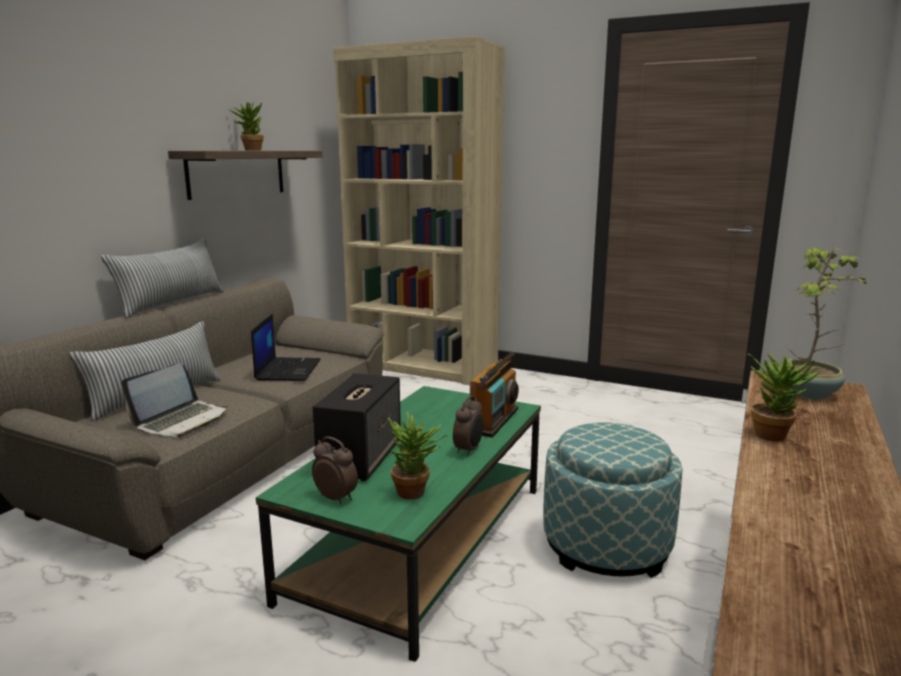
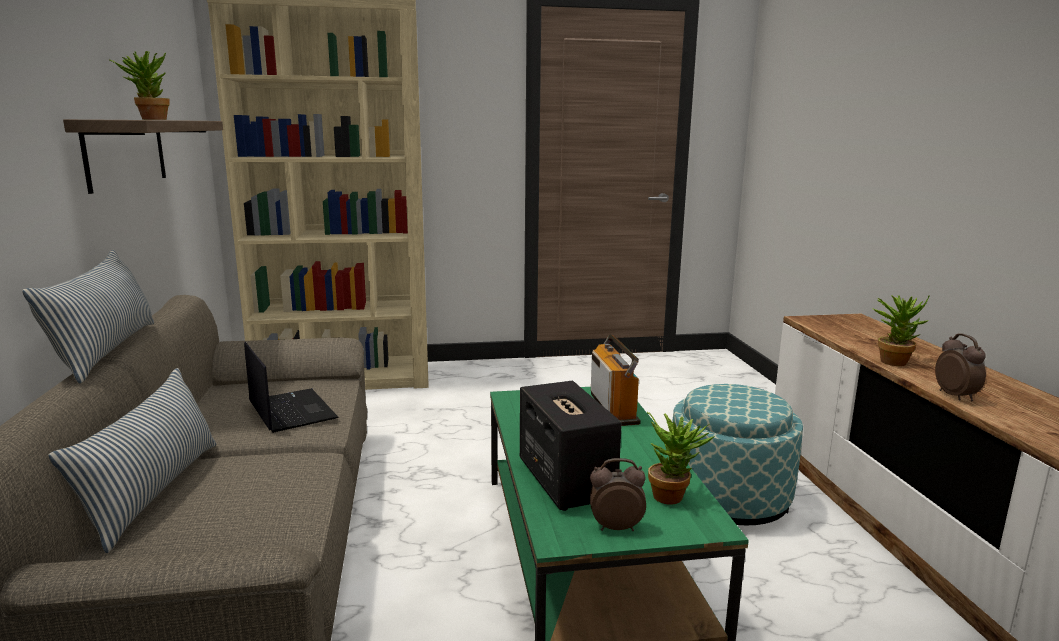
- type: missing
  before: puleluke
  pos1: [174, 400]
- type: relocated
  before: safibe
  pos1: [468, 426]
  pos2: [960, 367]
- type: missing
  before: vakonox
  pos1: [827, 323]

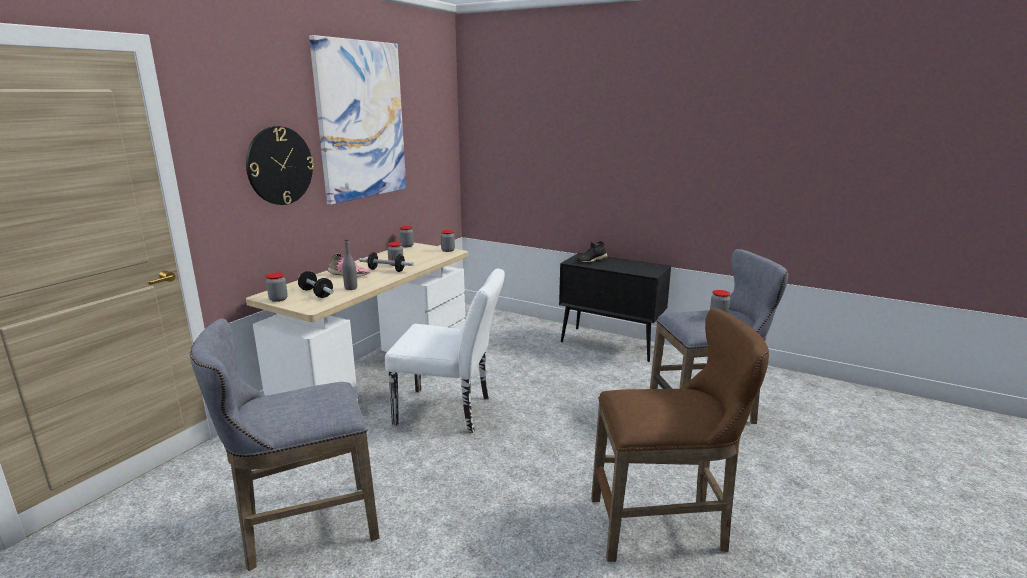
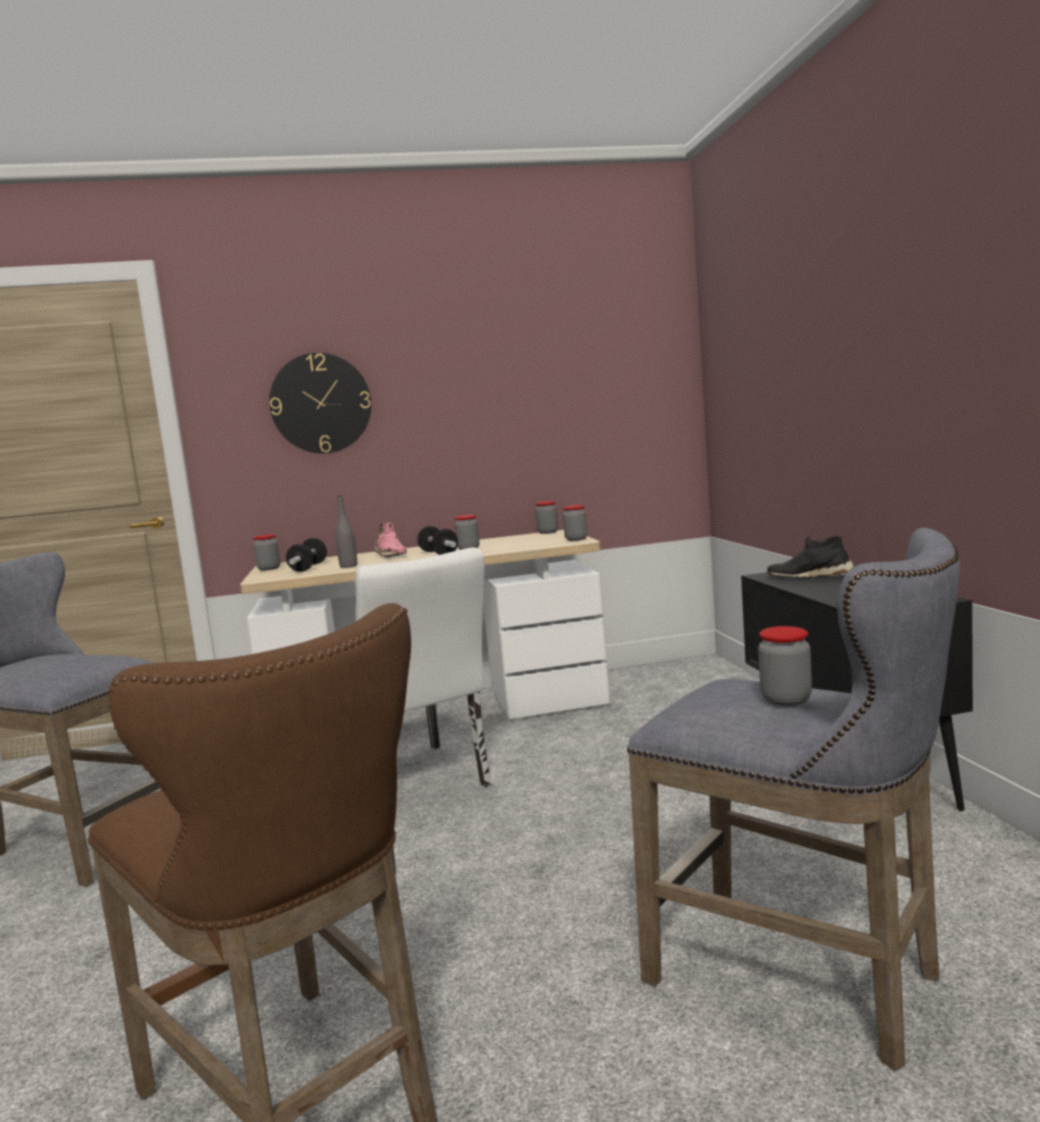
- type: missing
  before: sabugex
  pos1: [357, 120]

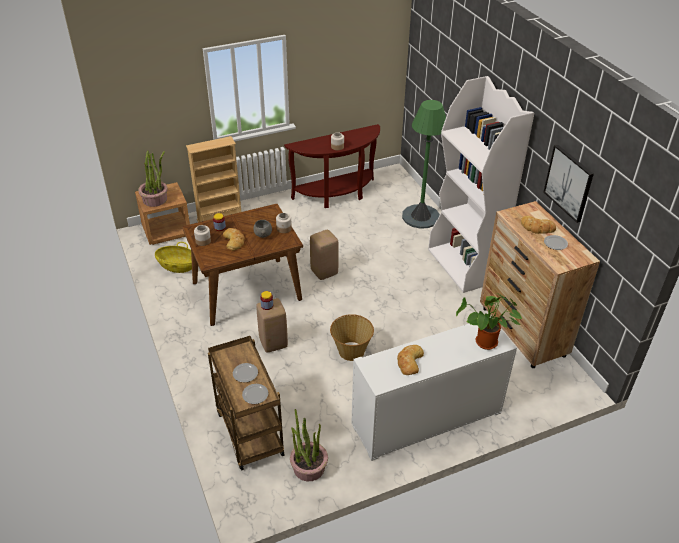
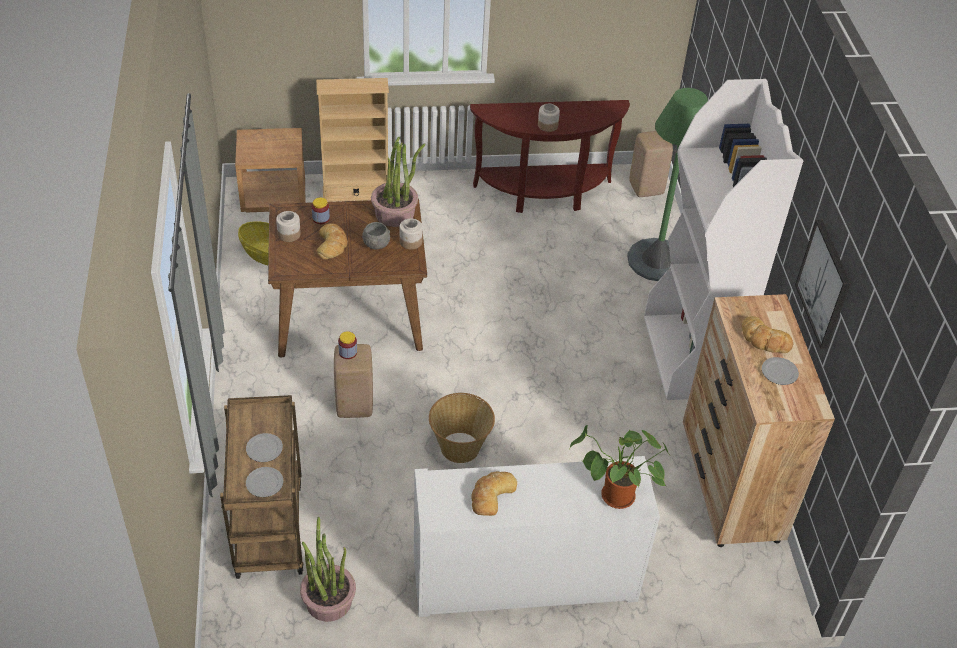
- type: relocated
  before: vakonox
  pos1: [153, 178]
  pos2: [398, 182]
- type: relocated
  before: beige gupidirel
  pos1: [324, 255]
  pos2: [651, 164]

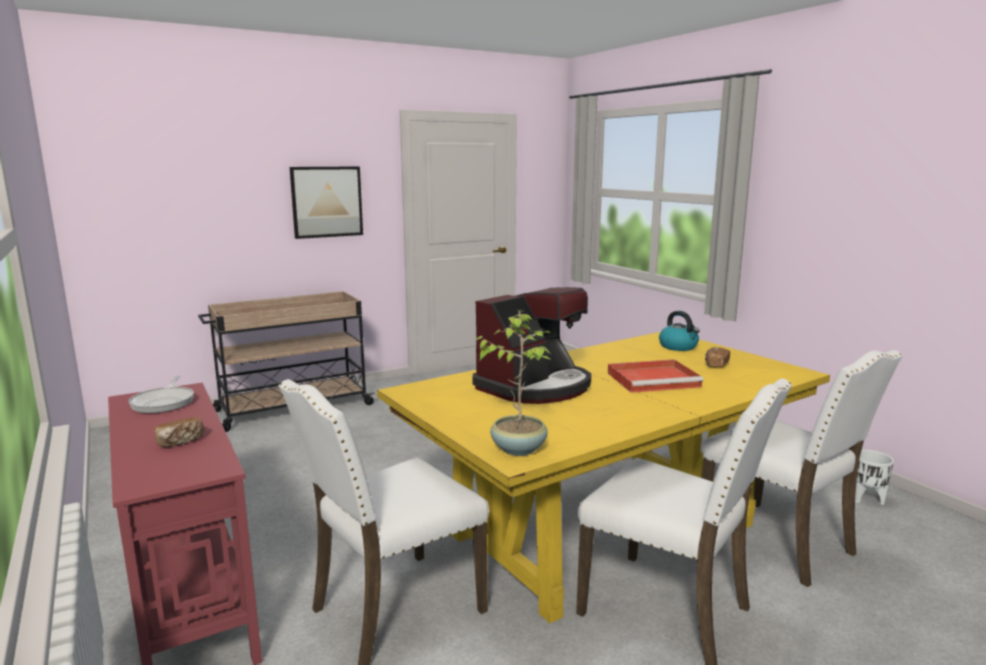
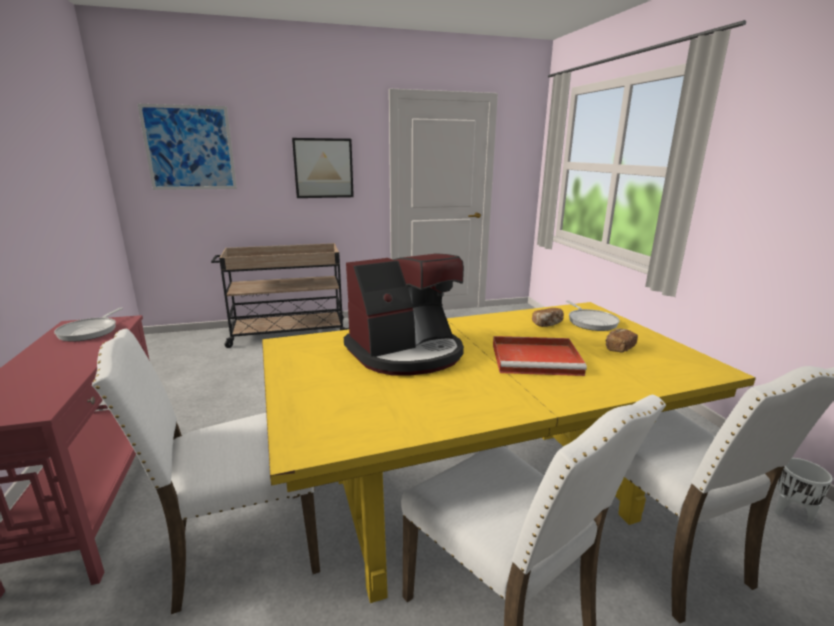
- type: relocated
  before: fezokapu
  pos1: [179, 432]
  pos2: [548, 317]
- type: missing
  before: vakonox
  pos1: [513, 383]
- type: exchanged
  before: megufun
  after: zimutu
  pos1: [679, 331]
  pos2: [593, 315]
- type: appeared
  after: sabugex
  pos2: [187, 147]

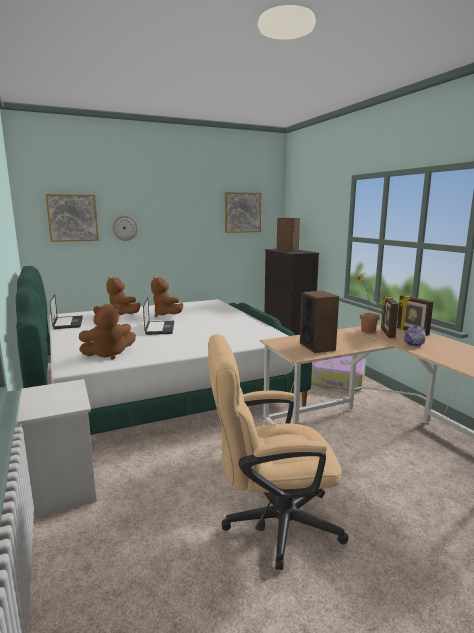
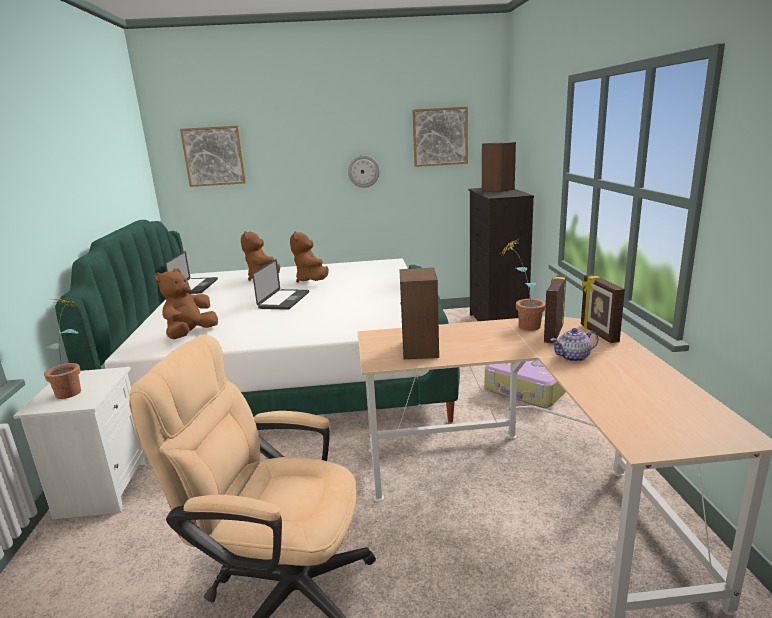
- type: spun
  before: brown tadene
  pos1: [107, 332]
  pos2: [186, 303]
  turn: 120
- type: relocated
  before: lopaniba
  pos1: [125, 228]
  pos2: [364, 171]
- type: appeared
  after: vakonox
  pos2: [62, 349]

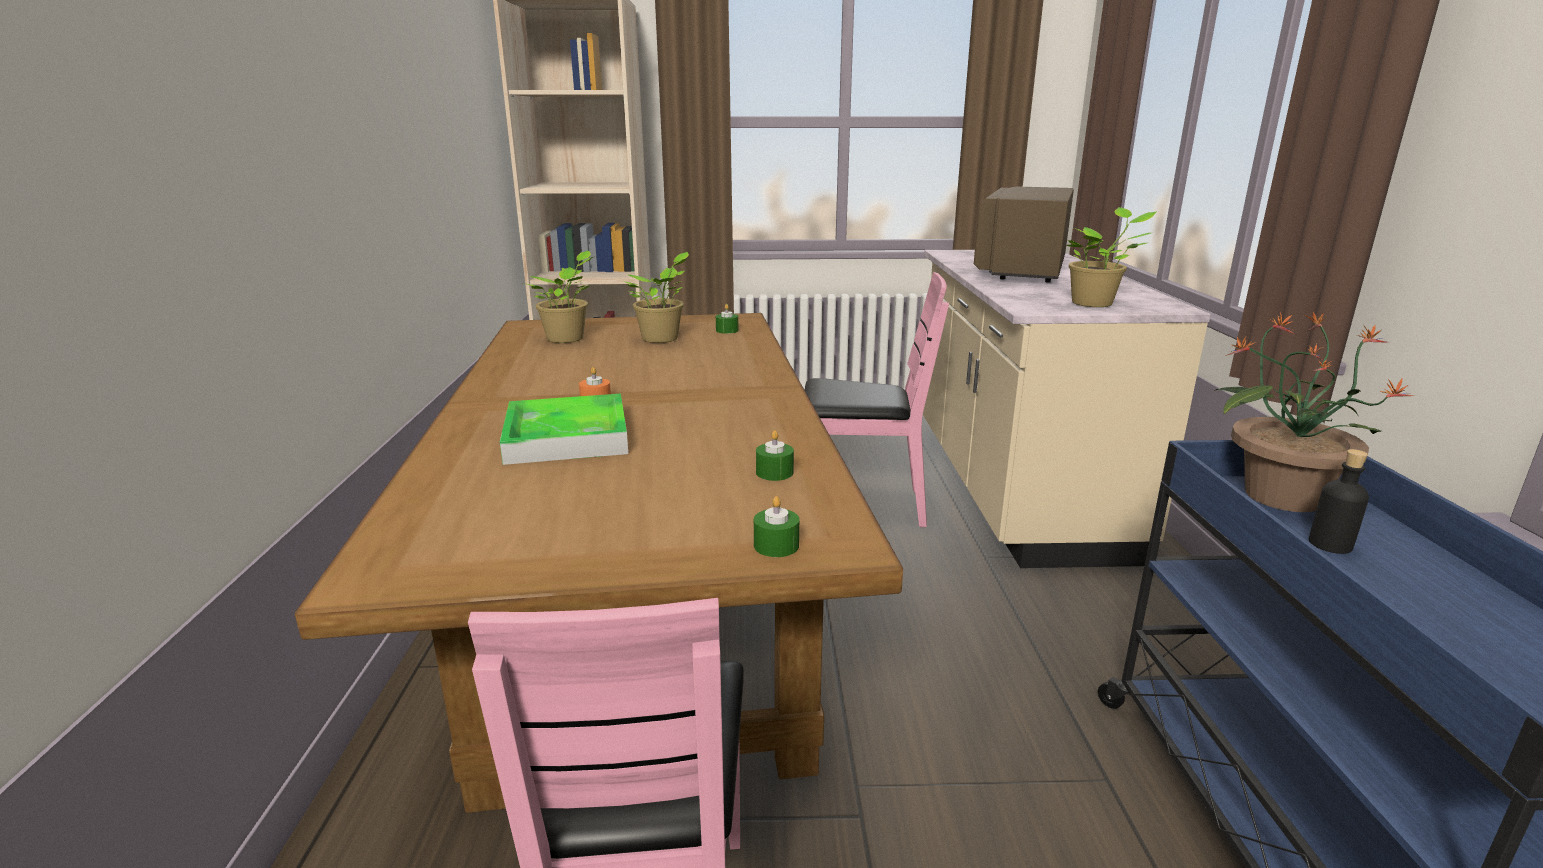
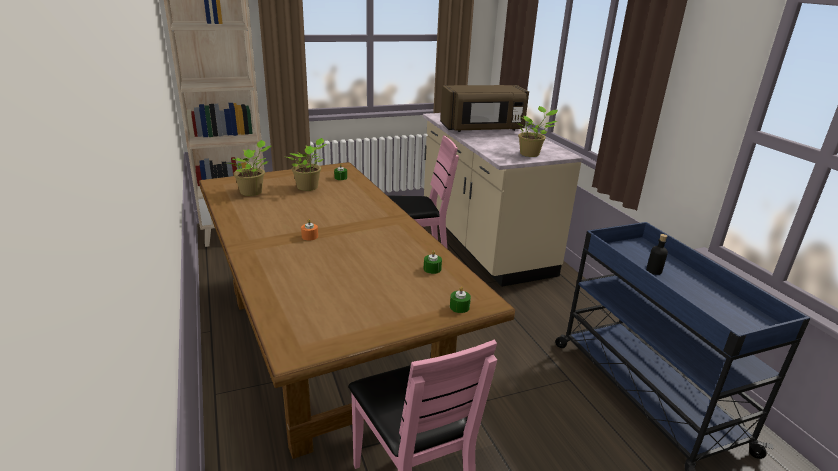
- type: missing
  before: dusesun
  pos1: [564, 429]
- type: spun
  before: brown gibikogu
  pos1: [1024, 234]
  pos2: [484, 108]
  turn: -105
- type: missing
  before: vakonox
  pos1: [1314, 412]

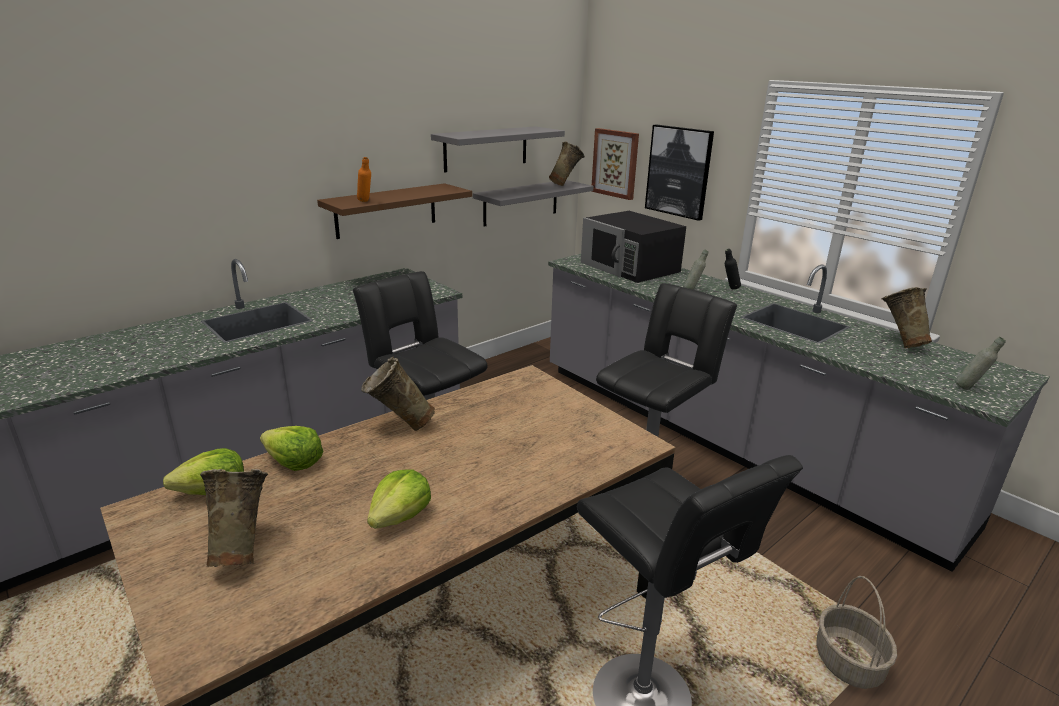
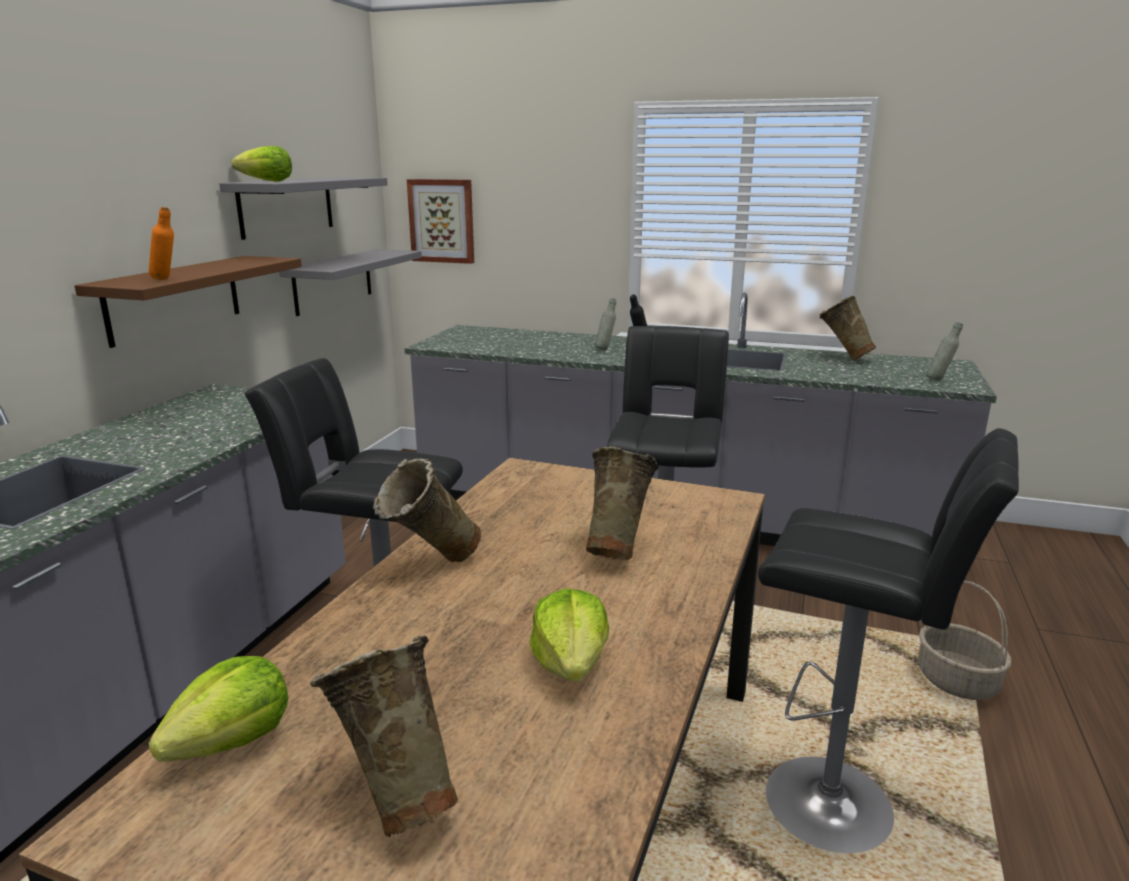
- type: relocated
  before: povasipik
  pos1: [291, 448]
  pos2: [262, 163]
- type: relocated
  before: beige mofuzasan
  pos1: [567, 163]
  pos2: [622, 503]
- type: missing
  before: black gibikogu
  pos1: [633, 247]
- type: missing
  before: sabugex
  pos1: [679, 173]

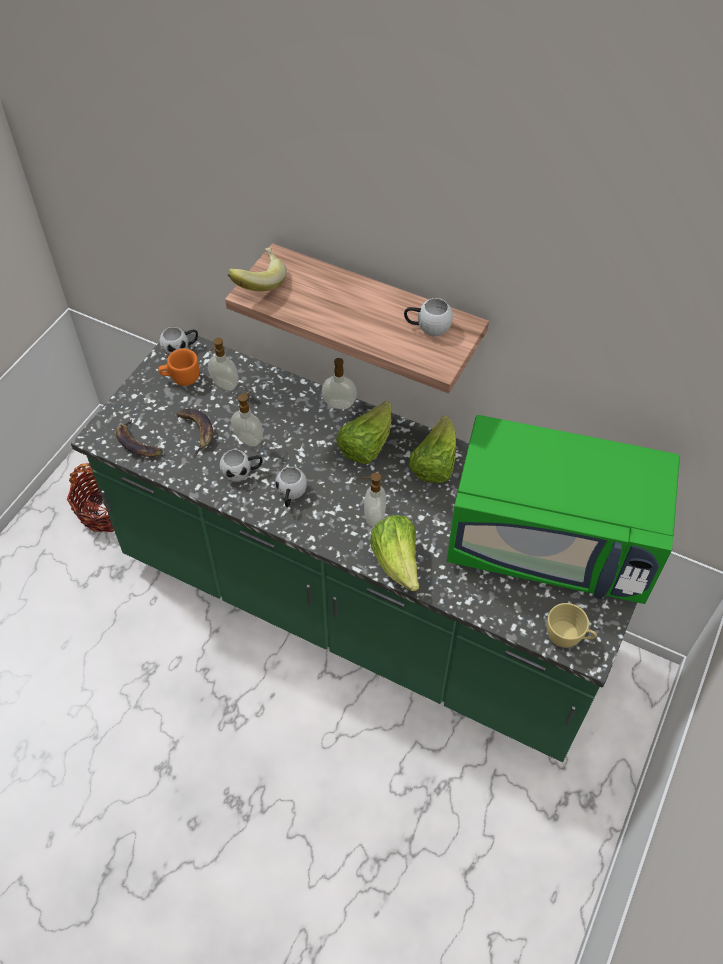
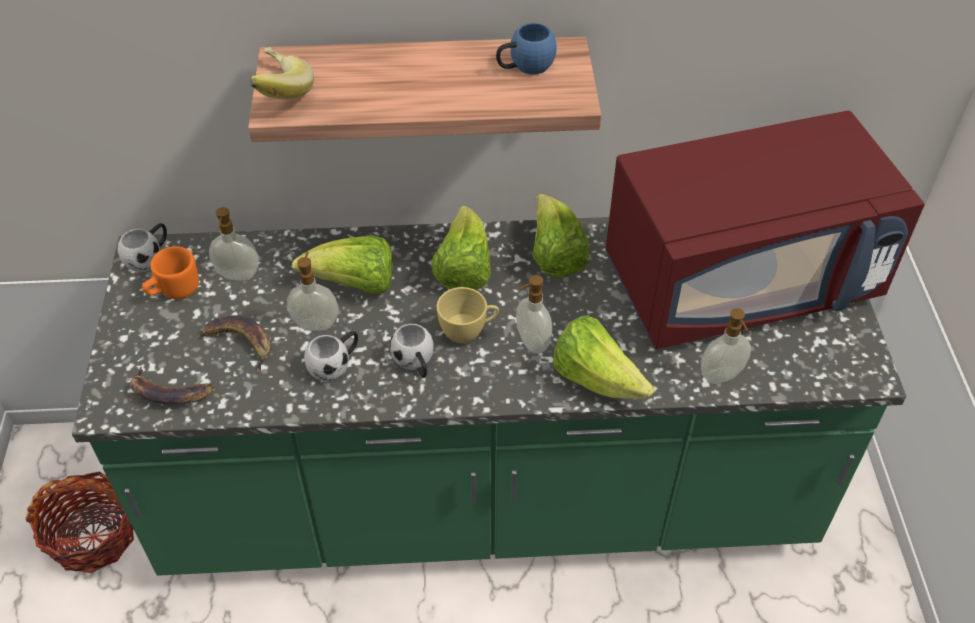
- type: relocated
  before: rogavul
  pos1: [339, 383]
  pos2: [726, 346]
- type: colour
  before: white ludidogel
  after: blue ludidogel
  pos1: [428, 317]
  pos2: [526, 48]
- type: colour
  before: green gibikogu
  after: red gibikogu
  pos1: [563, 509]
  pos2: [765, 230]
- type: relocated
  before: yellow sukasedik
  pos1: [572, 625]
  pos2: [468, 315]
- type: appeared
  after: povasipik
  pos2: [342, 264]

